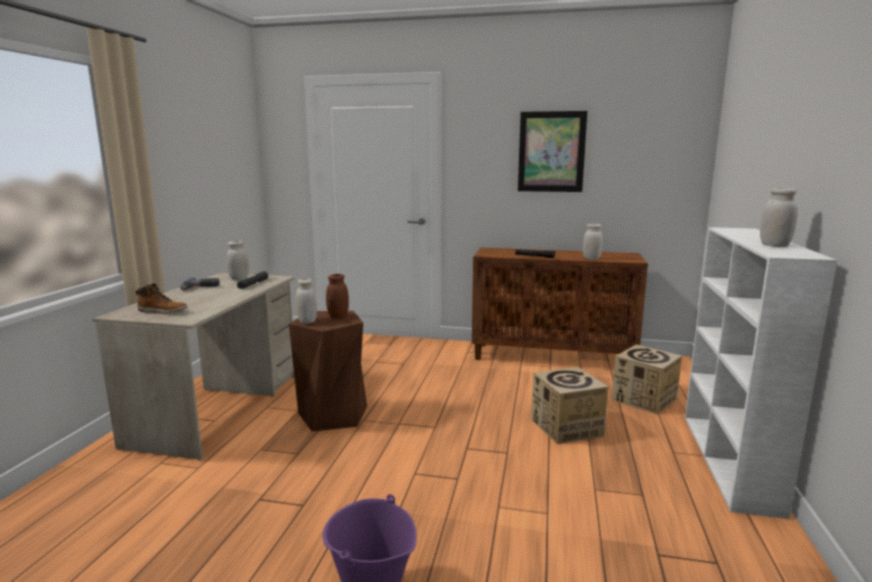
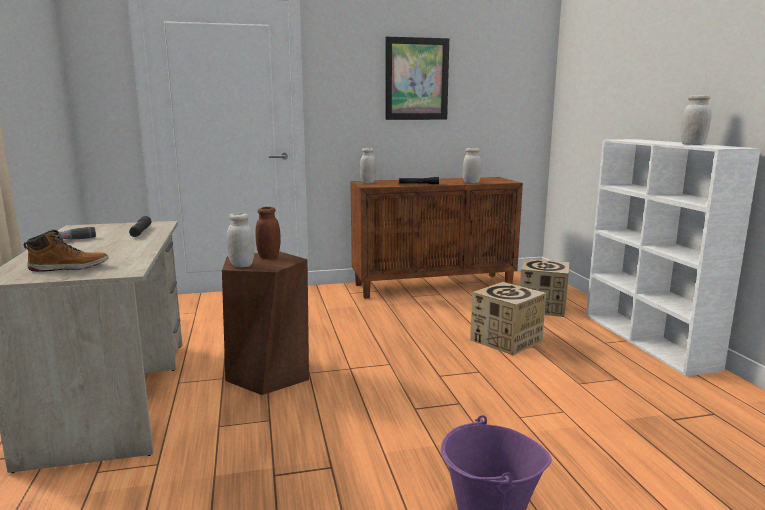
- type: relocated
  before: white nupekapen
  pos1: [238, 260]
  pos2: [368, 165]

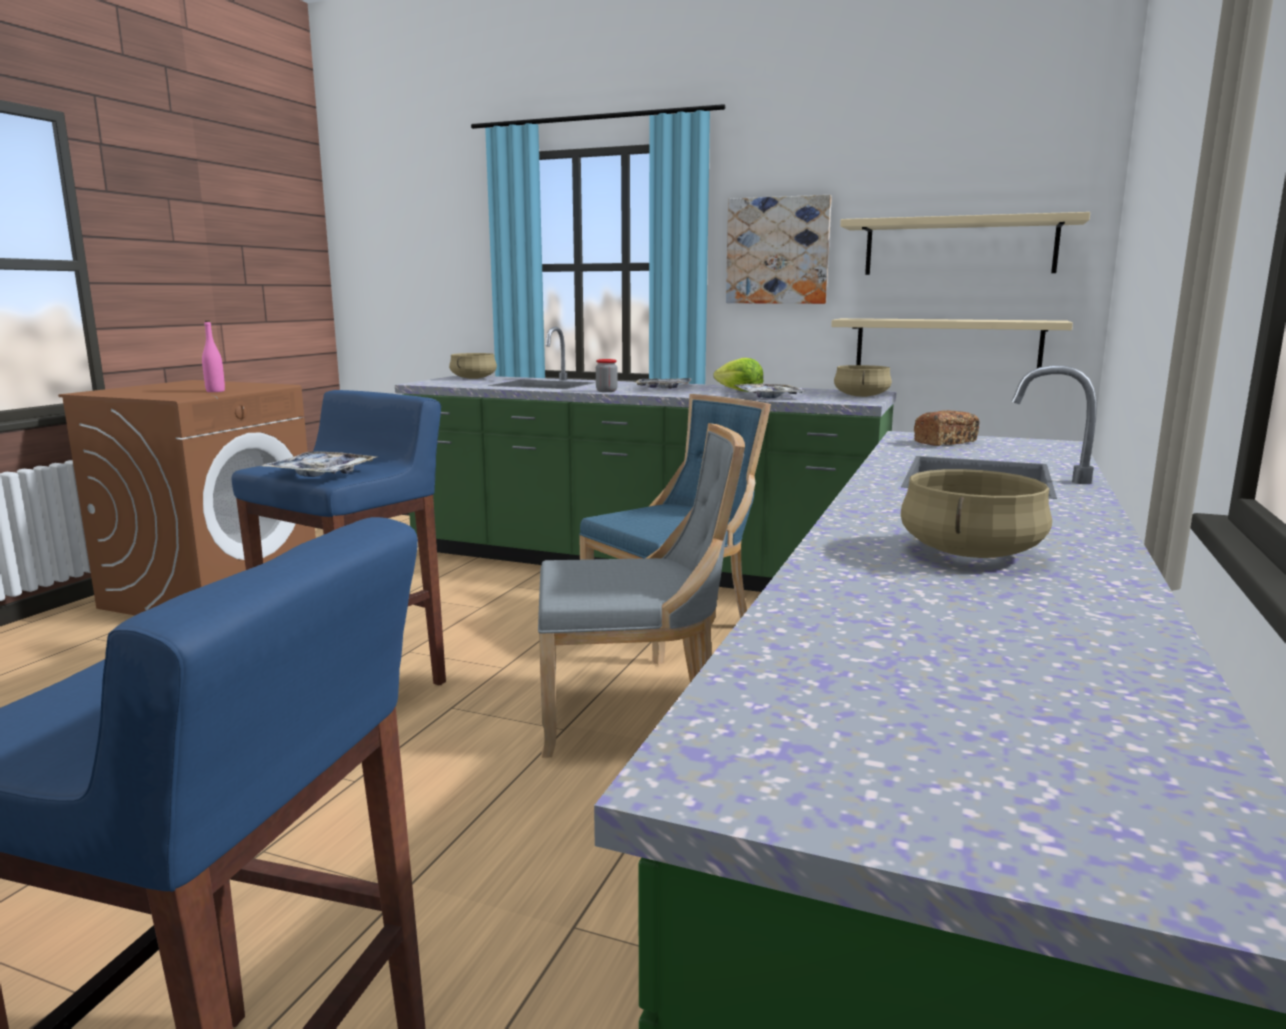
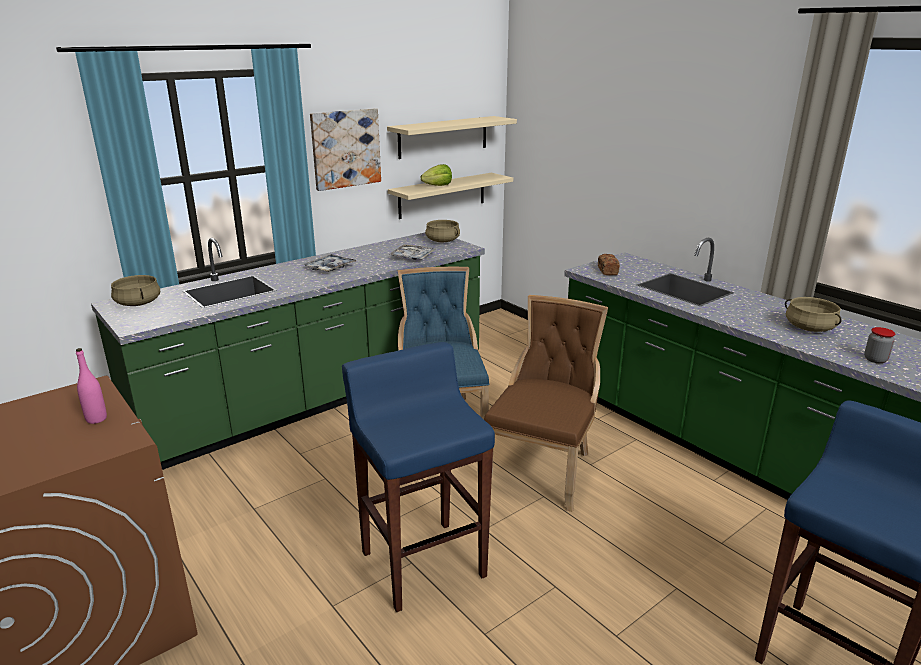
- type: missing
  before: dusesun
  pos1: [318, 464]
- type: colour
  before: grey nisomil
  after: brown nisomil
  pos1: [641, 590]
  pos2: [546, 403]
- type: relocated
  before: nupekapen
  pos1: [607, 375]
  pos2: [880, 345]
- type: relocated
  before: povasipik
  pos1: [738, 375]
  pos2: [436, 175]

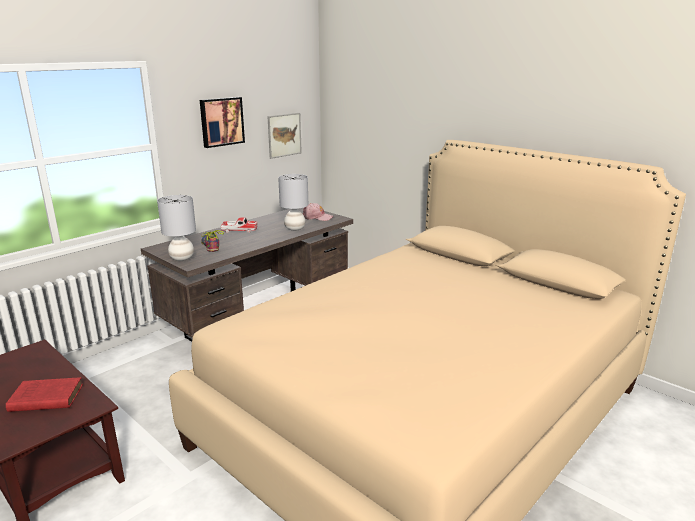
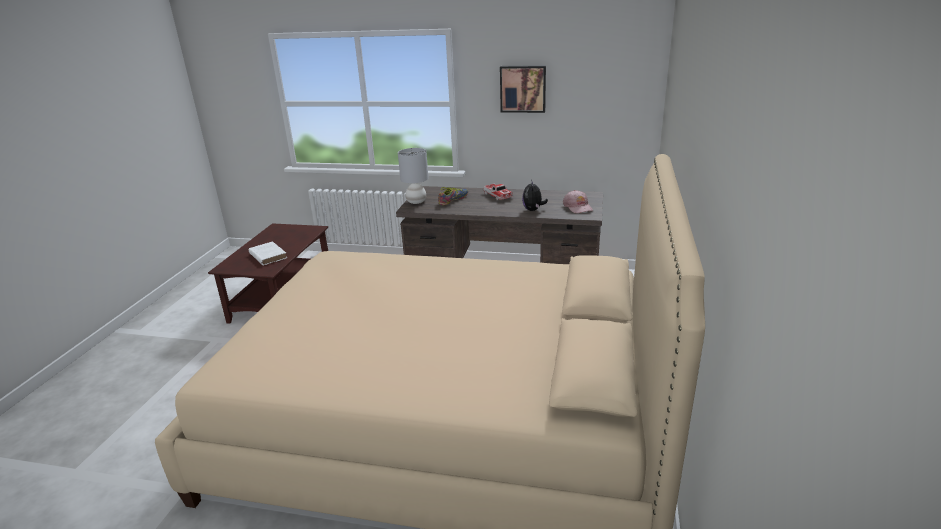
- type: colour
  before: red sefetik
  after: white sefetik
  pos1: [44, 394]
  pos2: [268, 253]
- type: missing
  before: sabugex
  pos1: [284, 136]
- type: exchanged
  before: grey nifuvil
  after: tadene
  pos1: [293, 202]
  pos2: [535, 195]

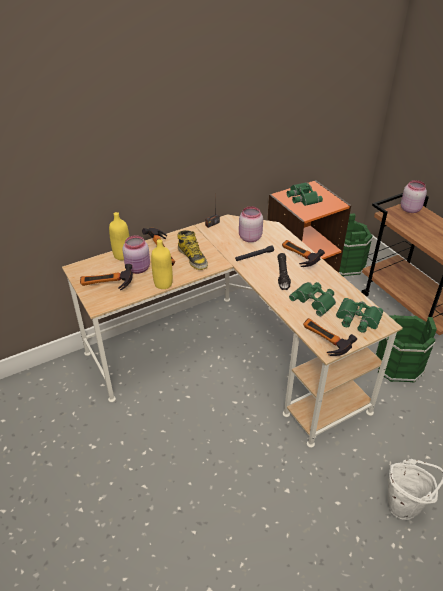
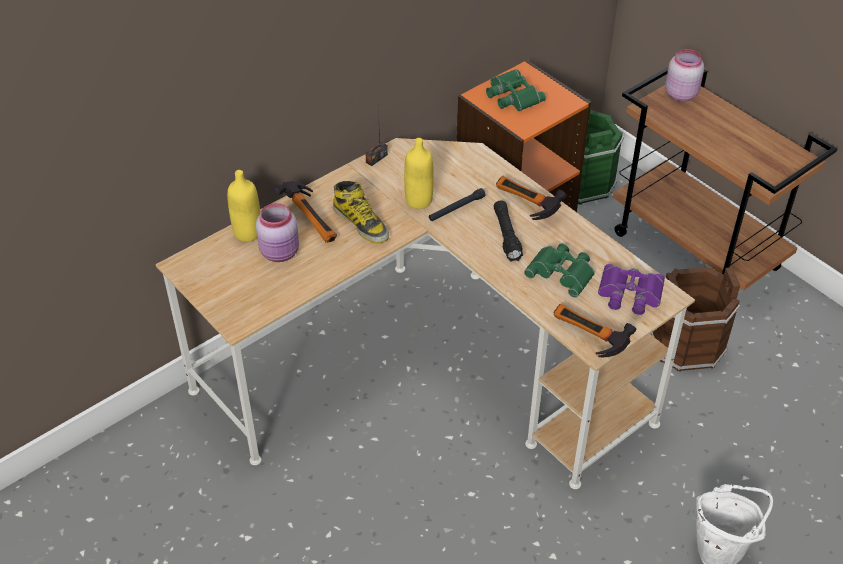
- type: missing
  before: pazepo
  pos1: [106, 277]
- type: relocated
  before: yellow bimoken
  pos1: [162, 264]
  pos2: [419, 173]
- type: missing
  before: pink nupekapen
  pos1: [251, 224]
- type: colour
  before: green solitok
  after: purple solitok
  pos1: [359, 315]
  pos2: [631, 289]
- type: colour
  before: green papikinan
  after: brown papikinan
  pos1: [406, 349]
  pos2: [695, 319]

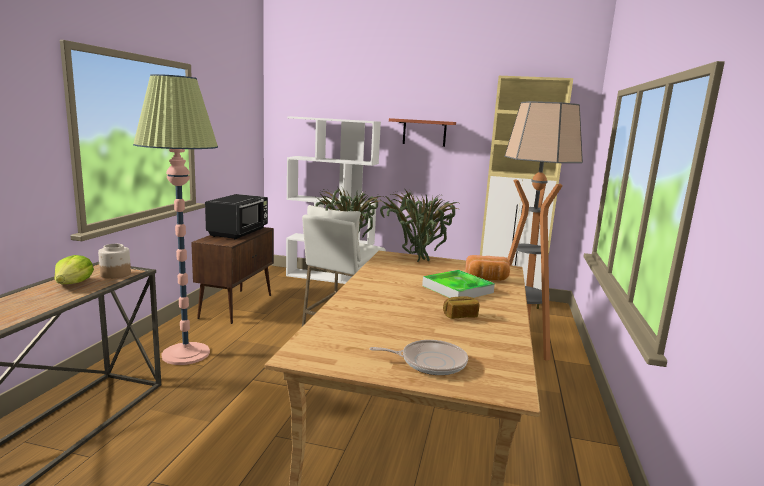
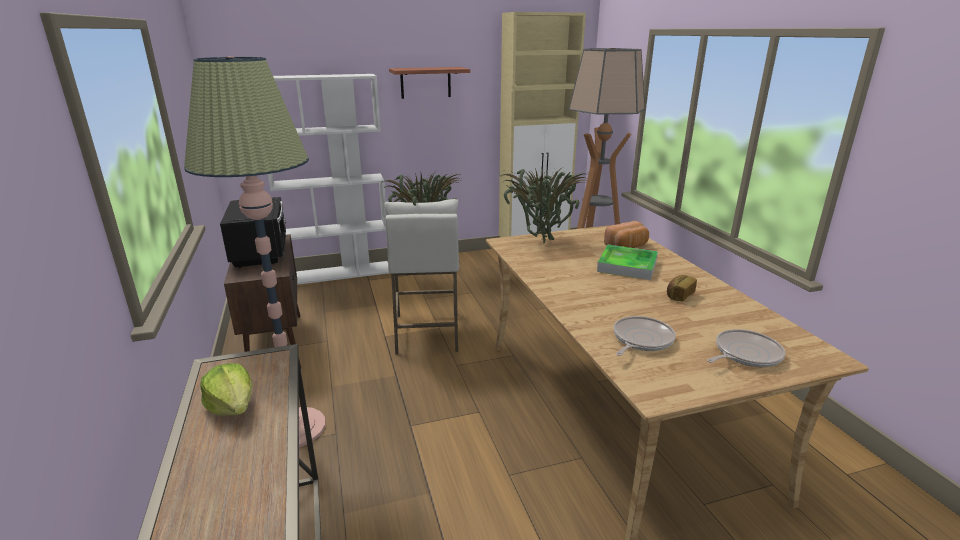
- type: missing
  before: nupekapen
  pos1: [114, 261]
- type: appeared
  after: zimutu
  pos2: [645, 336]

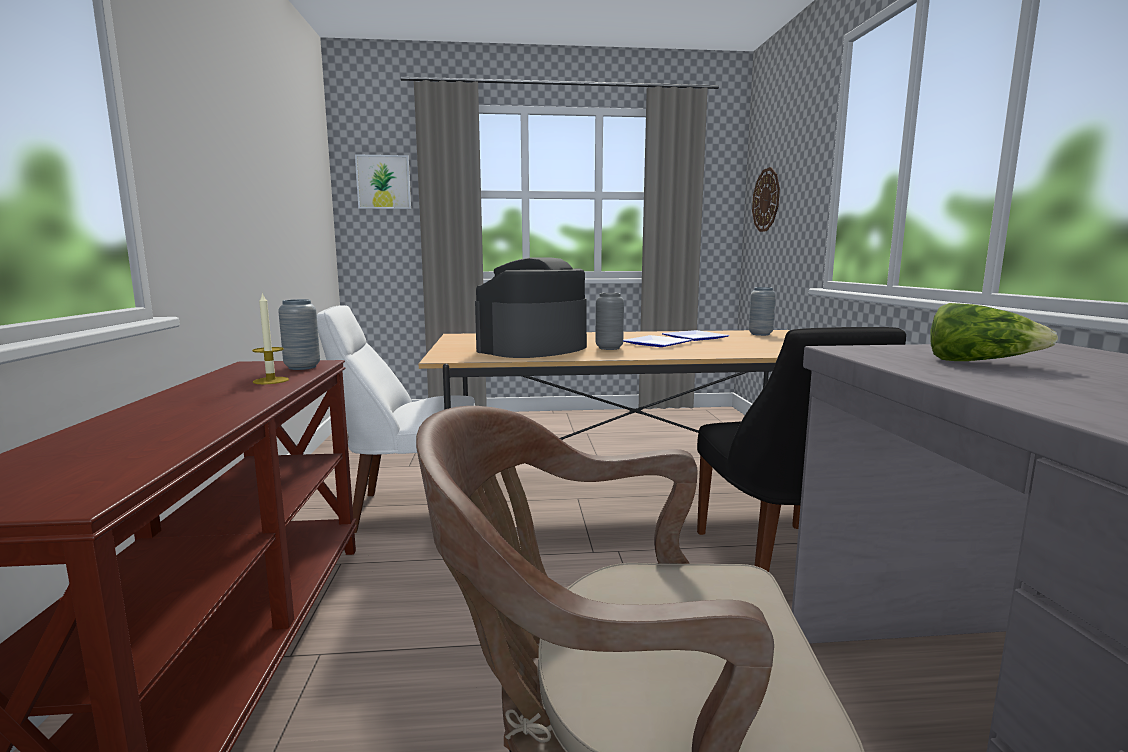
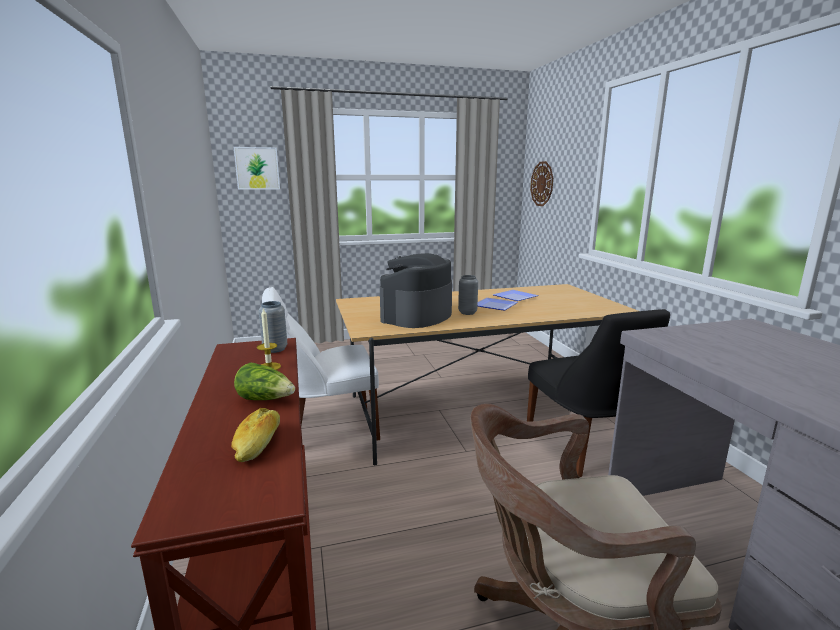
- type: missing
  before: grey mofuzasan
  pos1: [762, 311]
- type: relocated
  before: povasipik
  pos1: [994, 332]
  pos2: [264, 381]
- type: appeared
  after: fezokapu
  pos2: [255, 435]

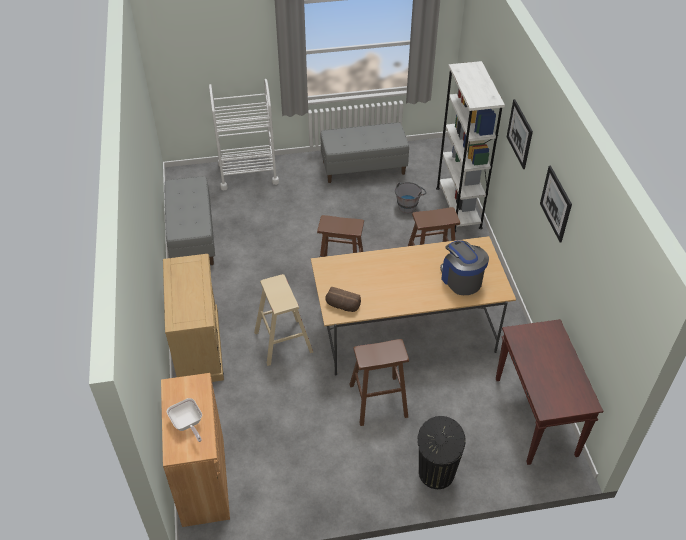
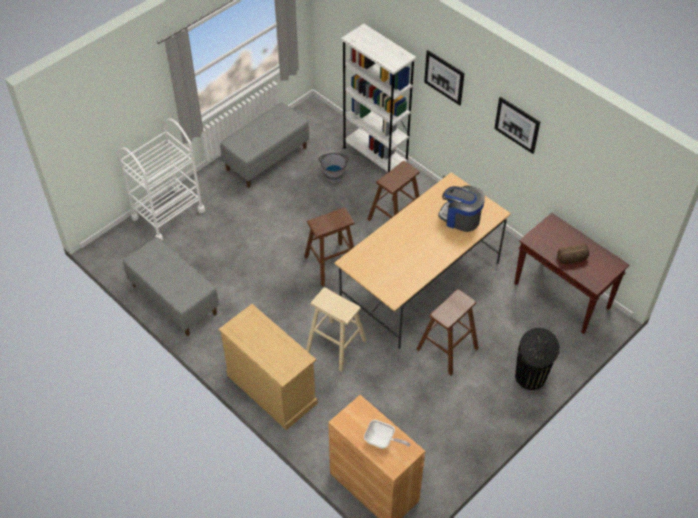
- type: relocated
  before: fezokapu
  pos1: [343, 299]
  pos2: [573, 254]

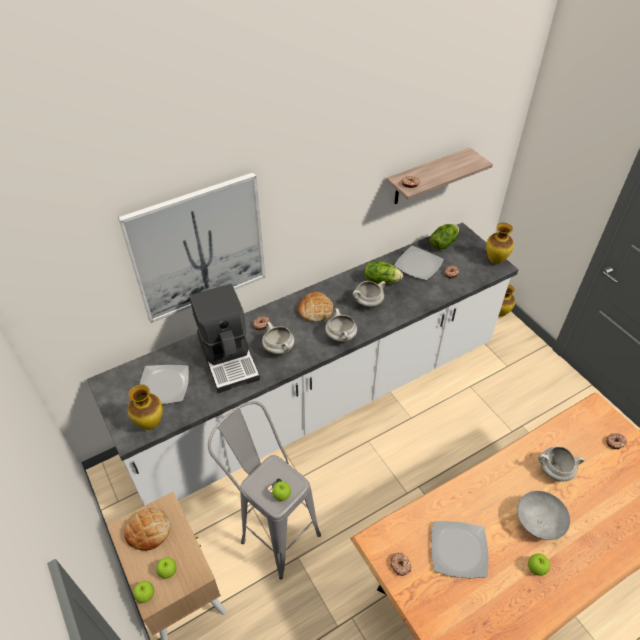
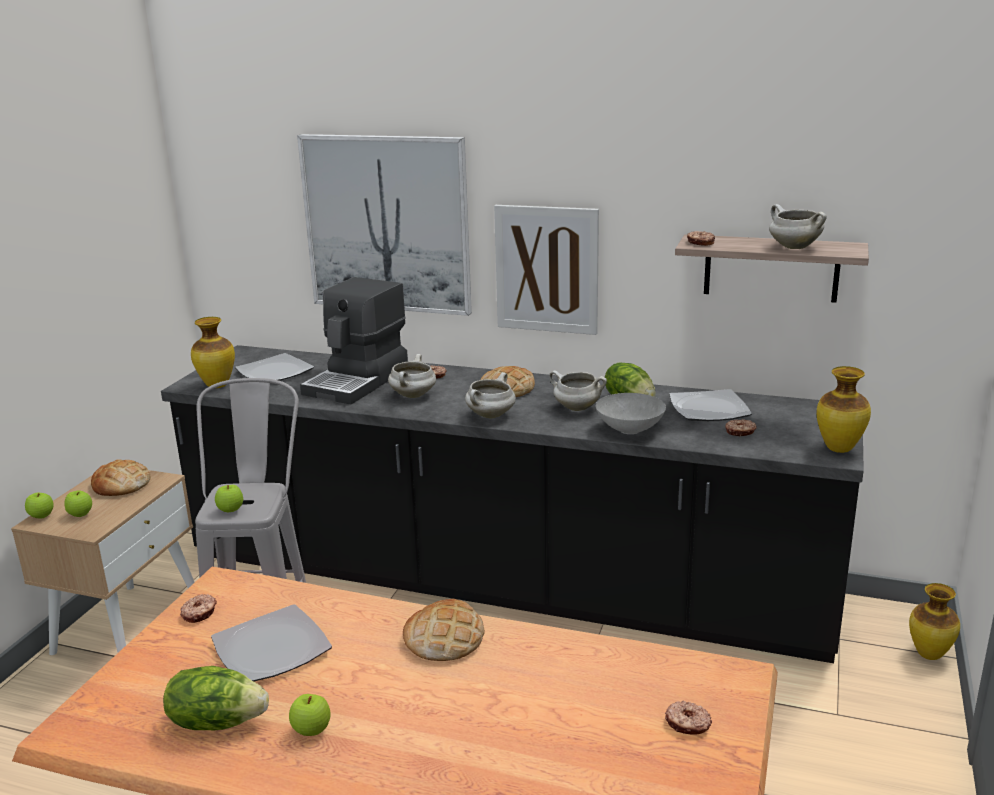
- type: colour
  before: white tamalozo
  after: black tamalozo
  pos1: [303, 364]
  pos2: [512, 504]
- type: relocated
  before: povasipik
  pos1: [444, 237]
  pos2: [216, 698]
- type: relocated
  before: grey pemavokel
  pos1: [543, 515]
  pos2: [631, 413]
- type: relocated
  before: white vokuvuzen
  pos1: [561, 463]
  pos2: [798, 226]
- type: appeared
  after: fezokapu
  pos2: [444, 630]
- type: appeared
  after: sabugex
  pos2: [546, 270]

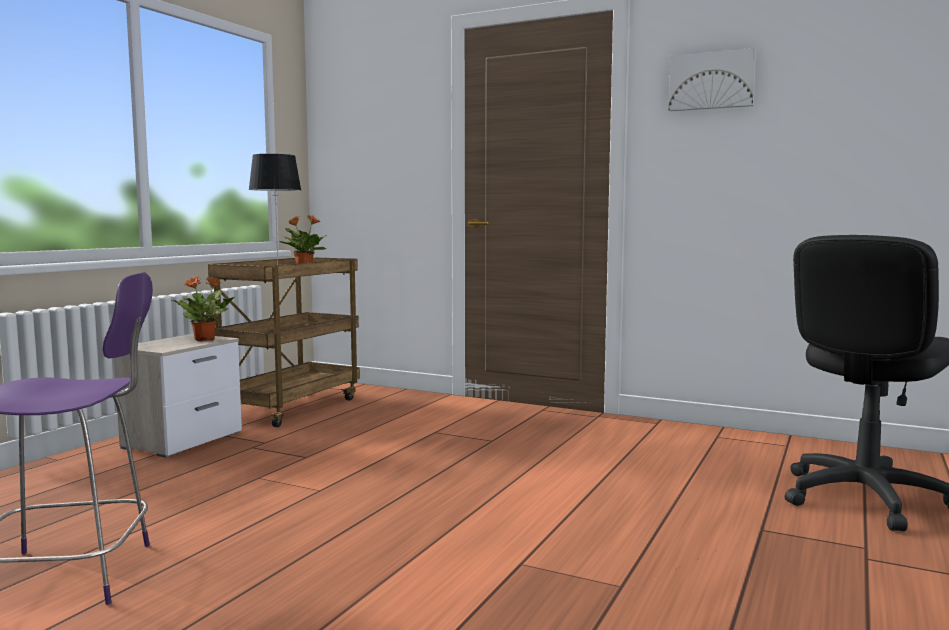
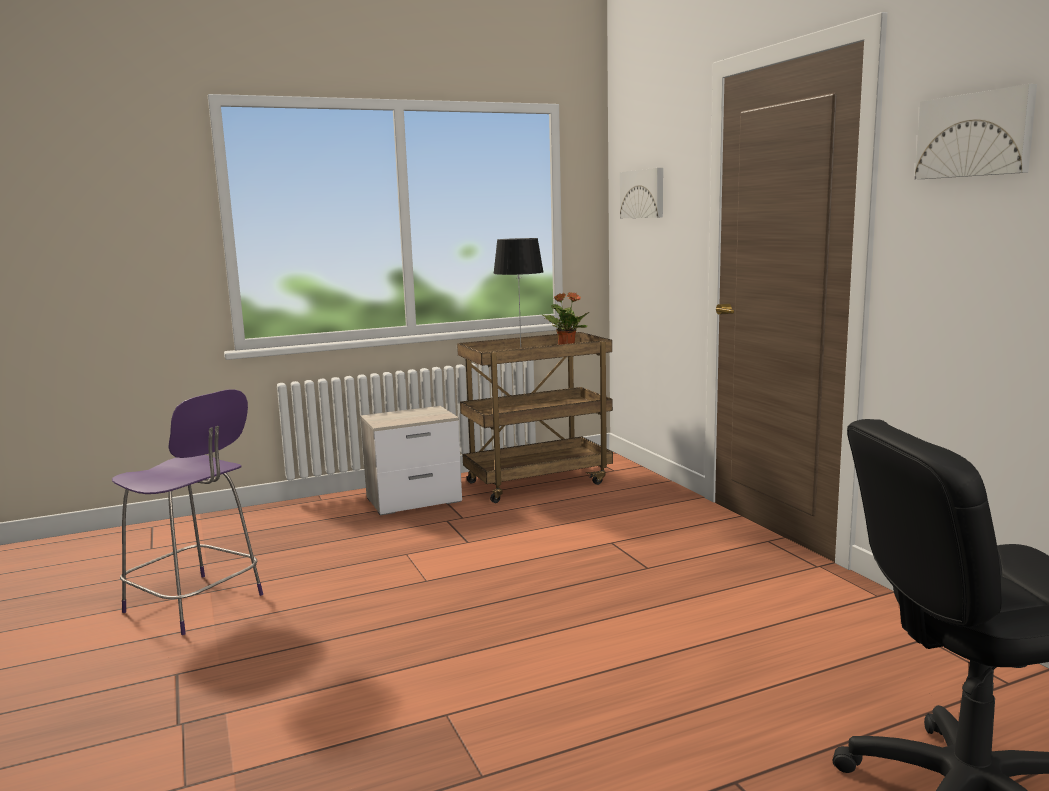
- type: missing
  before: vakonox
  pos1: [203, 308]
- type: appeared
  after: sabugex
  pos2: [641, 193]

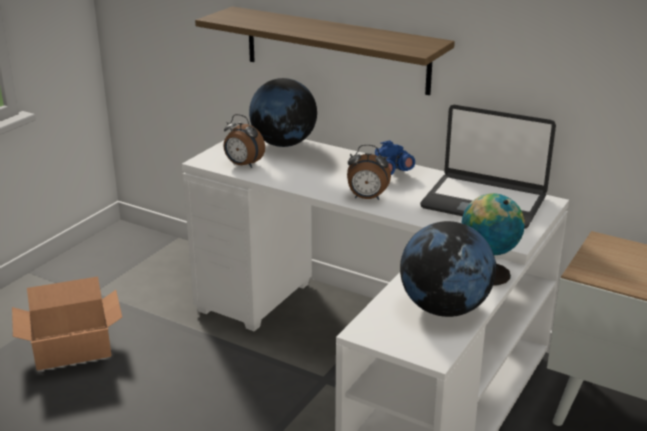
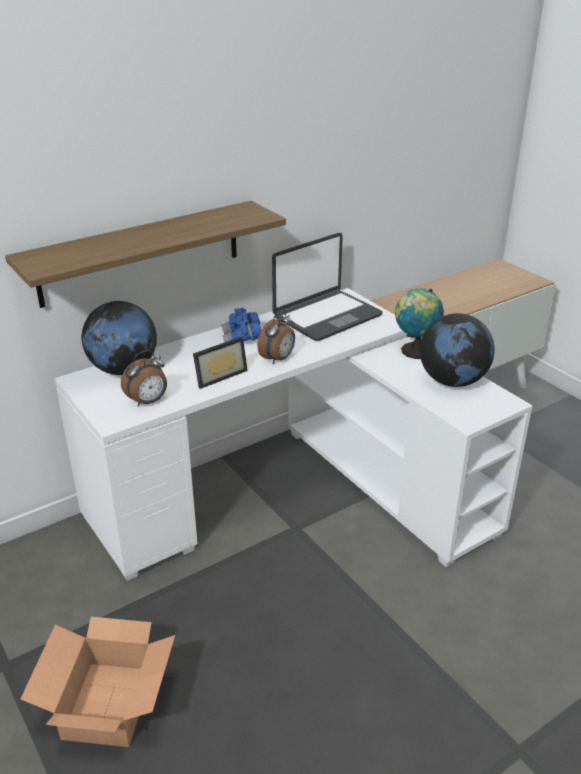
- type: appeared
  after: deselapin
  pos2: [220, 362]

